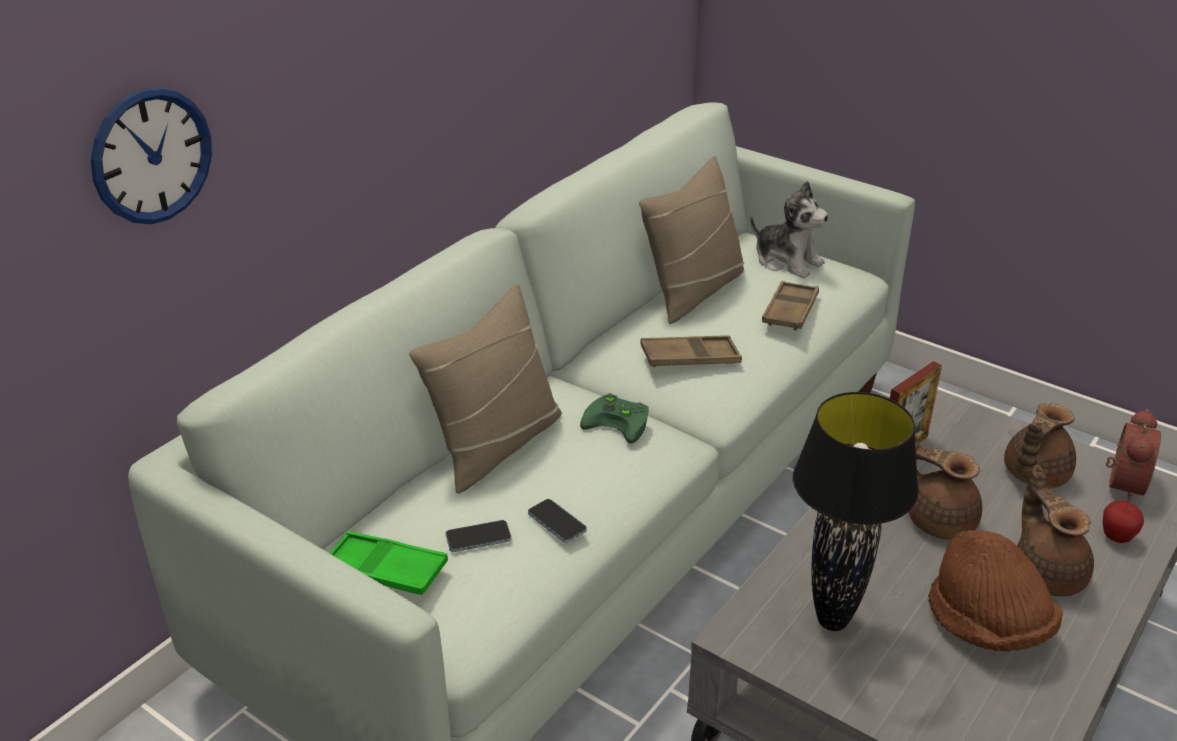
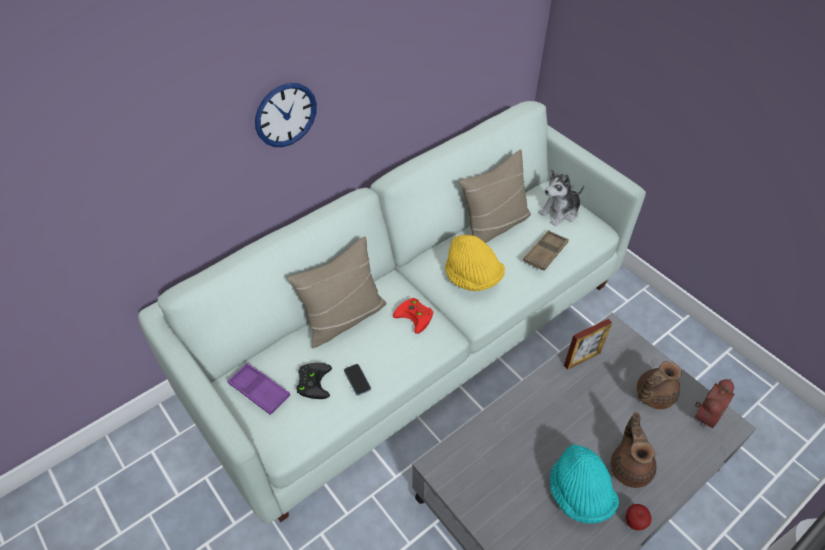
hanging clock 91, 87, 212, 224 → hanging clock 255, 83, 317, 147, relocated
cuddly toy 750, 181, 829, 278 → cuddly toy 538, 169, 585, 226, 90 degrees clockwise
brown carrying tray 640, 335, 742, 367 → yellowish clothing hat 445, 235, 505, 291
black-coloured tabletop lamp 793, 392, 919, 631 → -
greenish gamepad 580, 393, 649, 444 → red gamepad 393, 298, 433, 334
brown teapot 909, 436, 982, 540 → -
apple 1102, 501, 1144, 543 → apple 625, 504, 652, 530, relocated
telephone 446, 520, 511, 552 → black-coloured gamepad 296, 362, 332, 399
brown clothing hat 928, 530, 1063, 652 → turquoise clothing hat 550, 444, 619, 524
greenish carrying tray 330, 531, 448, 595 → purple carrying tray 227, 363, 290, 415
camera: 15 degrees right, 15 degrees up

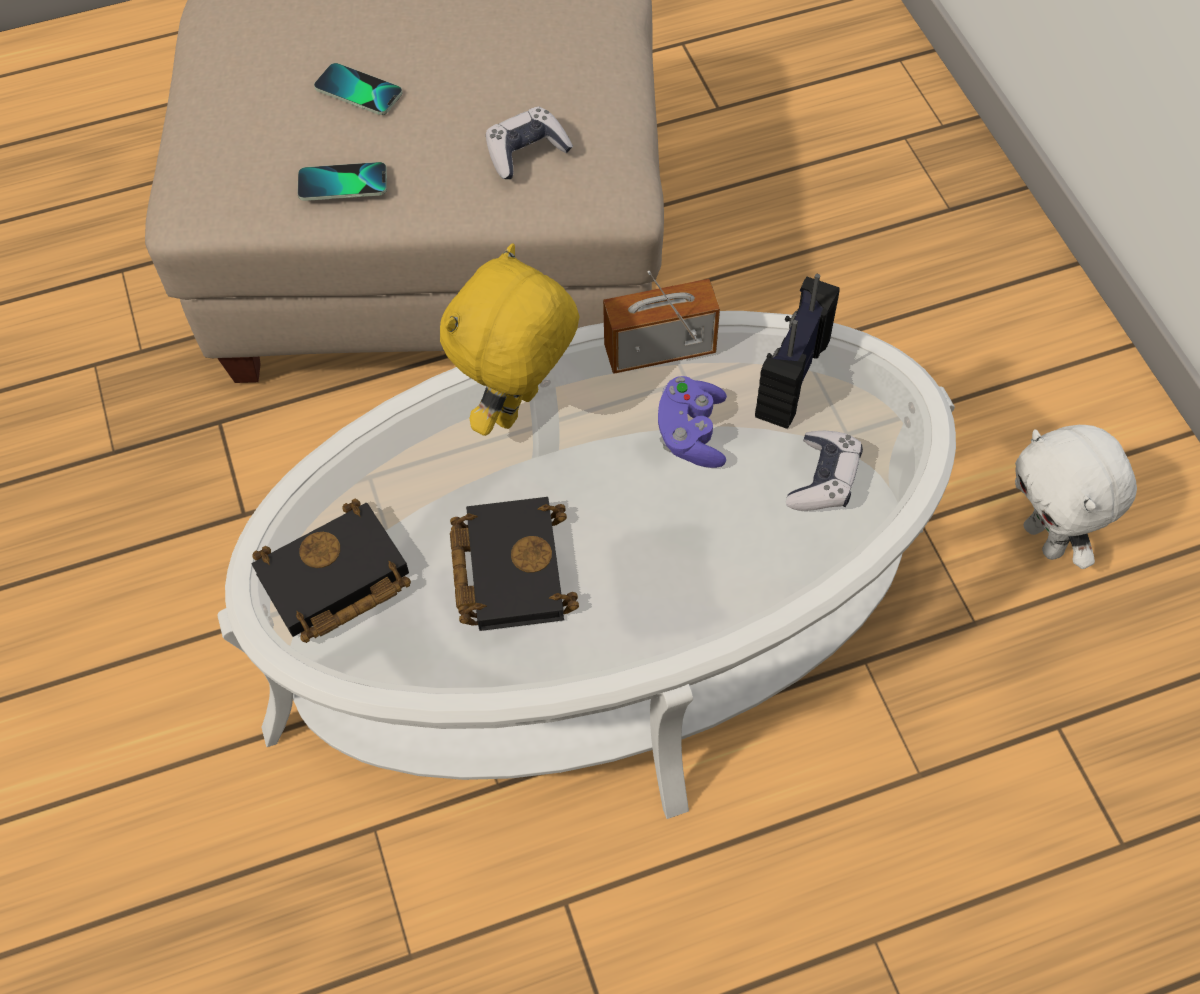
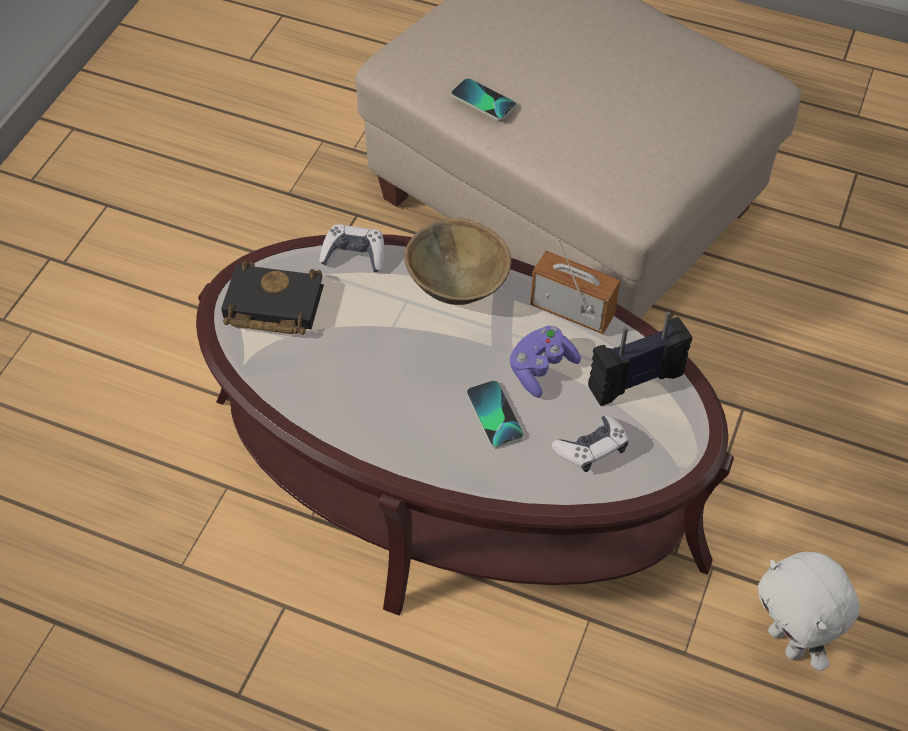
telephone 314, 63, 403, 115 → telephone 467, 380, 524, 448, relocated
gamepad 486, 107, 573, 179 → gamepad 319, 224, 385, 272, relocated
yellowish cuddly toy 440, 244, 580, 436 → brown serving bowl 405, 218, 511, 305
white lounge table 217, 311, 956, 819 → brown lounge table 196, 234, 734, 615
white cuddly toy 1015, 425, 1137, 569 → white cuddly toy 758, 552, 860, 671, 45 degrees counterclockwise
black-coloured book 450, 497, 579, 631 → -
camera: 40 degrees right, 5 degrees down

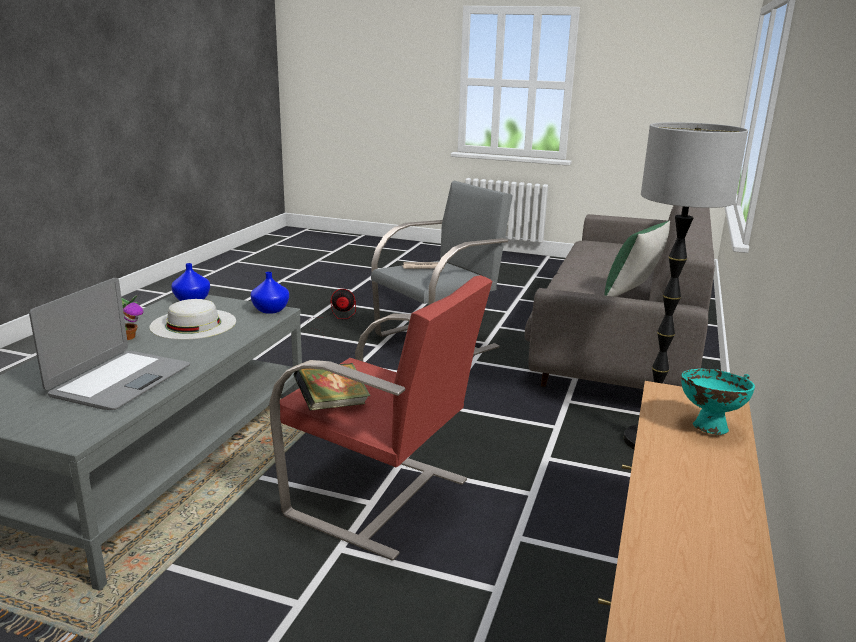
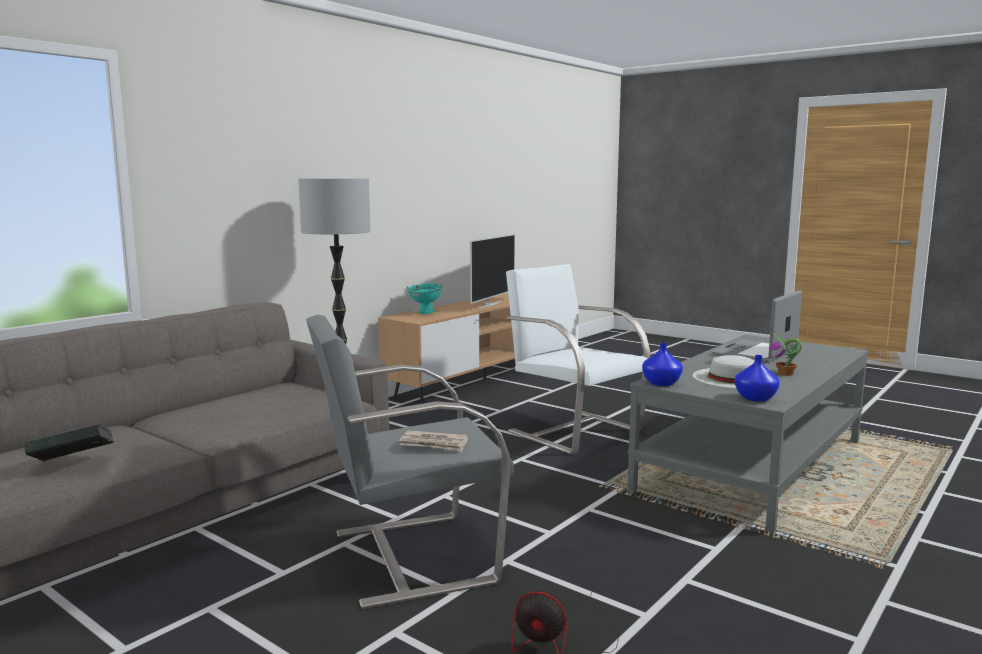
greenish throw pillow 604, 221, 670, 297 → -
red armchair 269, 275, 492, 561 → white armchair 506, 264, 650, 455
book 294, 363, 371, 410 → book 24, 424, 114, 461, relocated
- → TV 470, 234, 515, 309
camera: 160 degrees left, 10 degrees down

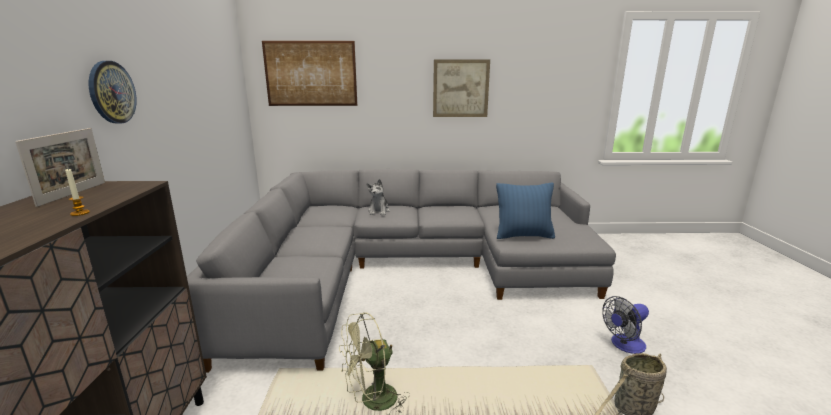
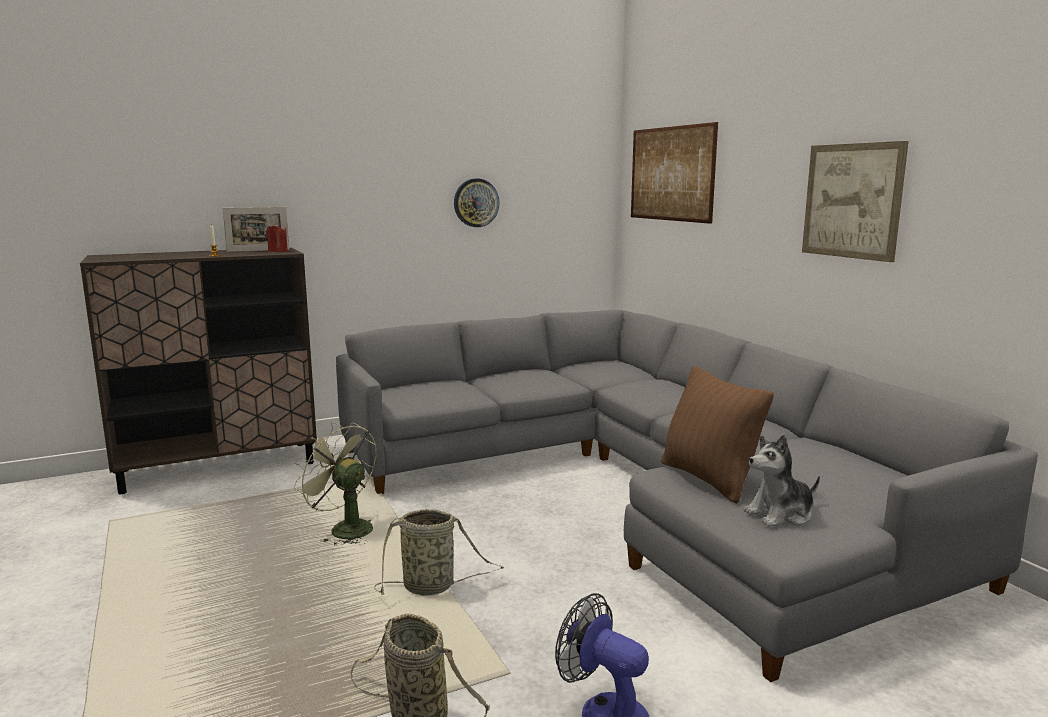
hanging clock 89, 61, 137, 124 → hanging clock 454, 179, 500, 227, relocated
cuddly toy 366, 179, 390, 215 → cuddly toy 744, 435, 820, 527, relocated
blue throw pillow 496, 183, 555, 239 → brown throw pillow 661, 366, 774, 503
- → red candle 266, 223, 288, 252
- → basket 374, 509, 504, 596
camera: 65 degrees right, 5 degrees down

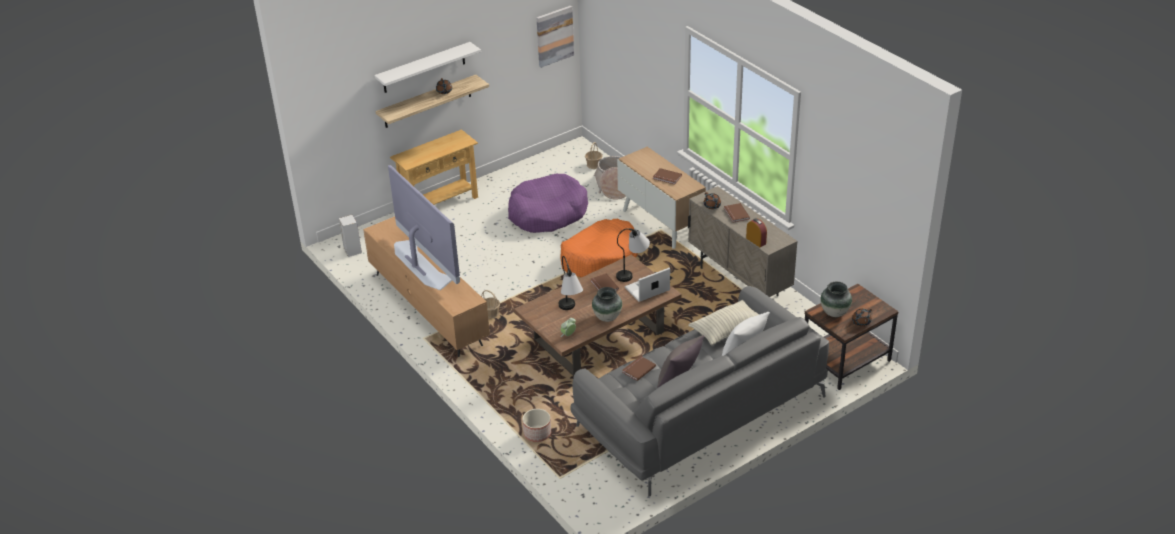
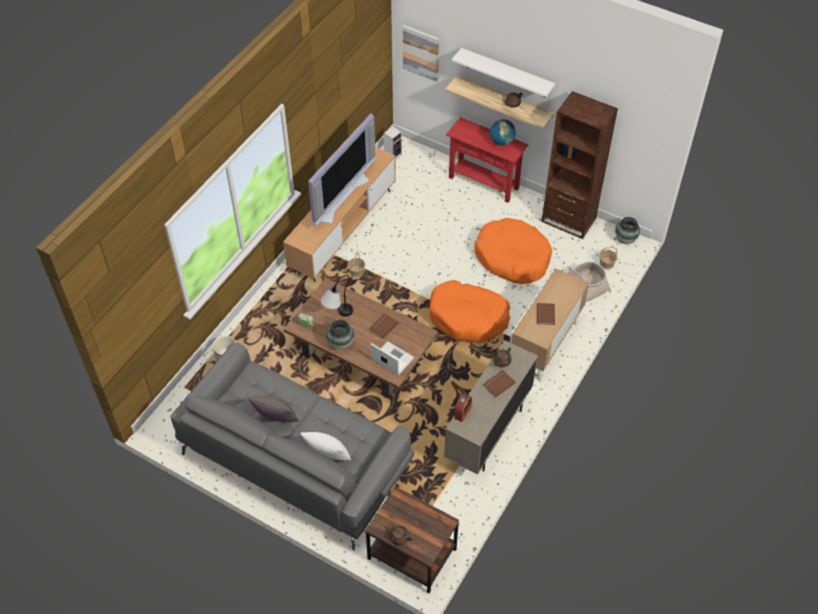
wall art 537, 6, 574, 68 → wall art 403, 25, 439, 82, relocated
sand-coloured narrow table 390, 129, 478, 205 → red narrow table 446, 117, 528, 203
purple dog cushion 508, 174, 588, 233 → orange-coloured dog cushion 474, 218, 552, 284
tabletop lamp 616, 228, 650, 282 → -
decorative vase 820, 282, 852, 317 → decorative vase 615, 217, 640, 244, relocated
throw pillow 688, 300, 759, 345 → -
brown book 622, 356, 656, 381 → -
- → brown bookshelf 541, 91, 618, 239
- → world globe 490, 119, 516, 146
camera: 65 degrees right, 15 degrees up

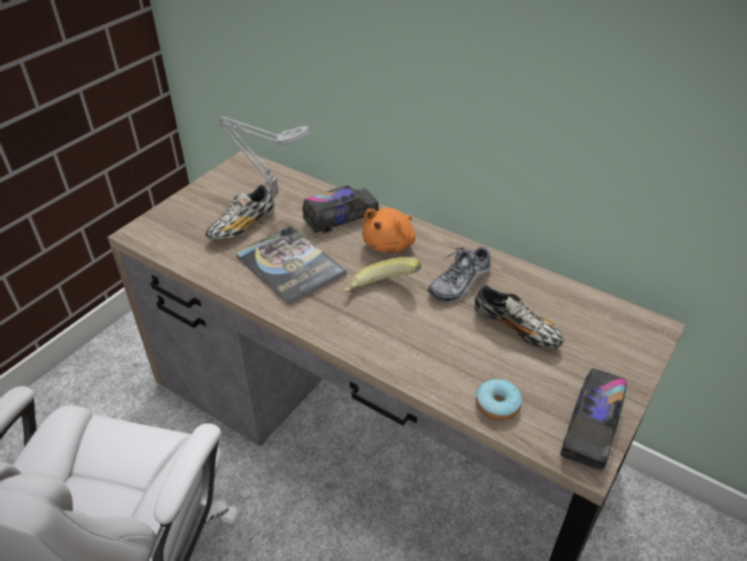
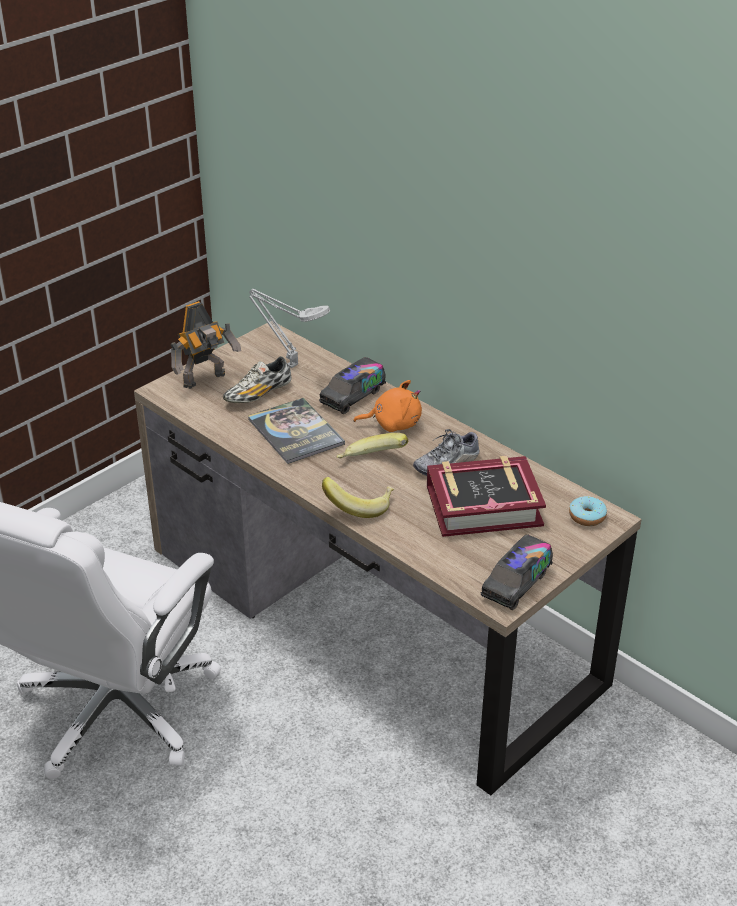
toy truck 302, 186, 379, 233 → toy truck 319, 357, 386, 414, 150 degrees clockwise
orange-coloured cuddly toy 362, 208, 416, 253 → orange-coloured cuddly toy 353, 380, 422, 432, 135 degrees counterclockwise
item of footwear 475, 285, 564, 349 → book 427, 456, 546, 537
ring doughnut 476, 379, 522, 420 → ring doughnut 569, 496, 607, 526, relocated
- → toy robot 170, 301, 241, 389
- → whole banana 322, 477, 394, 518
camera: 10 degrees right, 5 degrees down

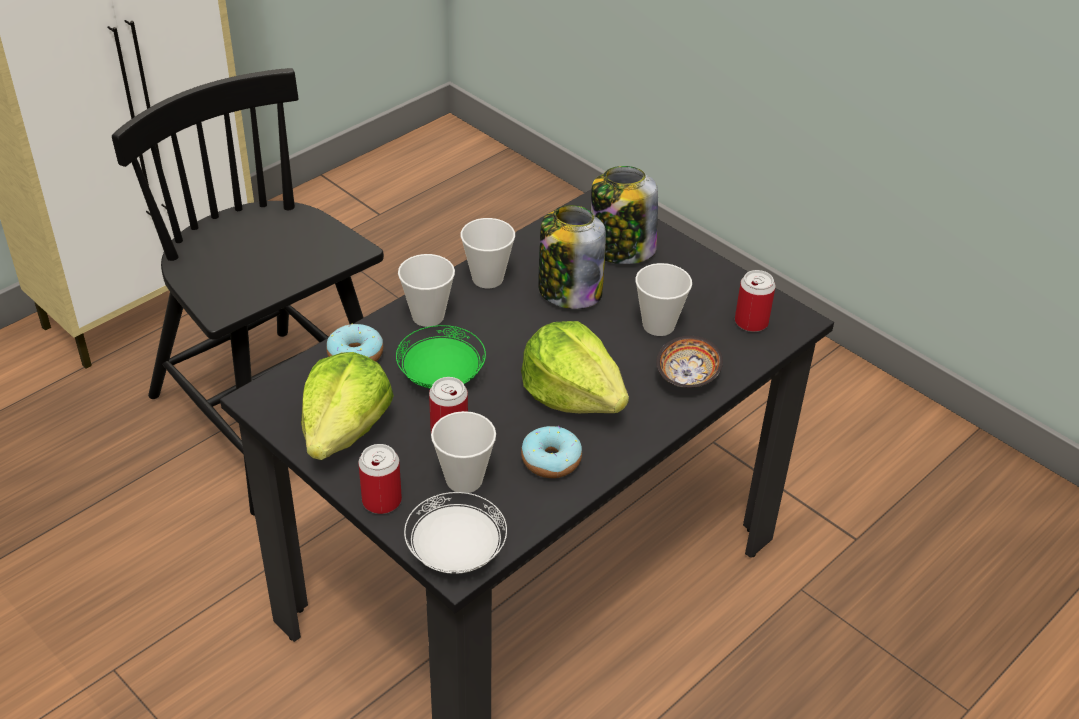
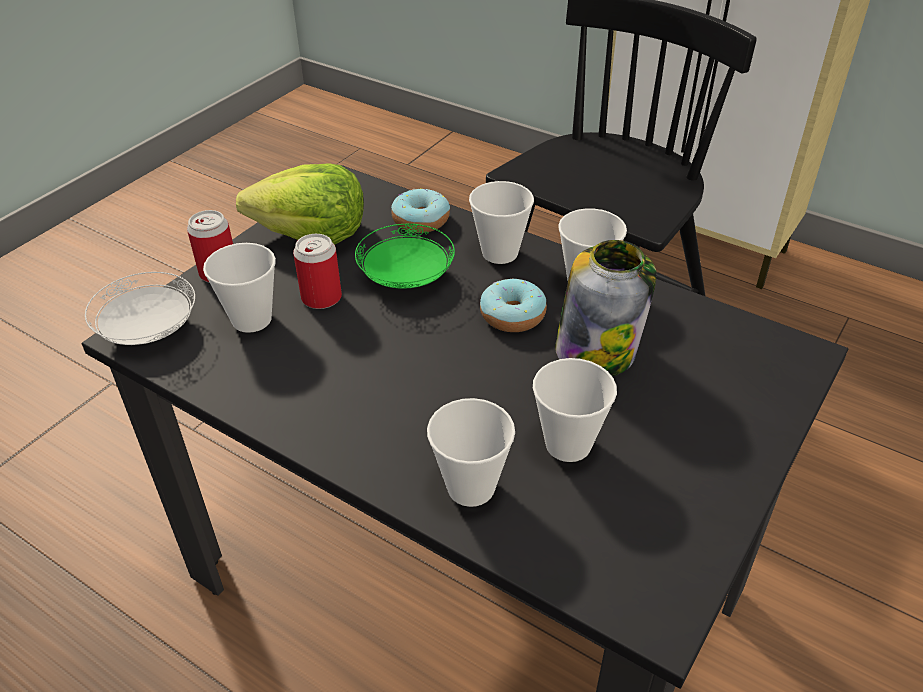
preserve jar 591, 166, 658, 264 → -
metal can 735, 270, 776, 332 → -
lettuce head 521, 321, 629, 413 → -
serving bowl 656, 336, 723, 388 → small cup 427, 398, 515, 507
ring doughnut 521, 426, 582, 478 → ring doughnut 480, 278, 547, 332, relocated
camera: 80 degrees right, 0 degrees up

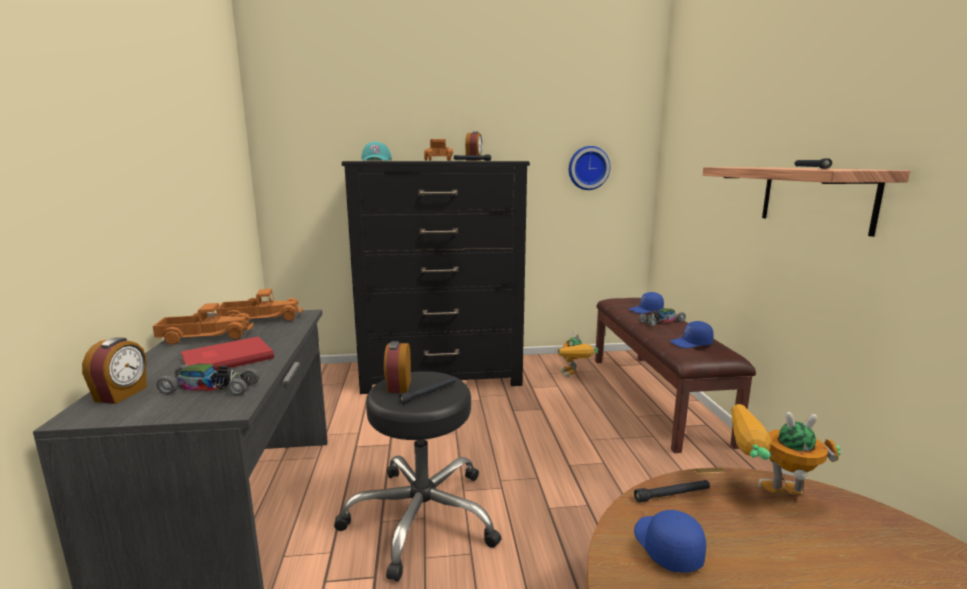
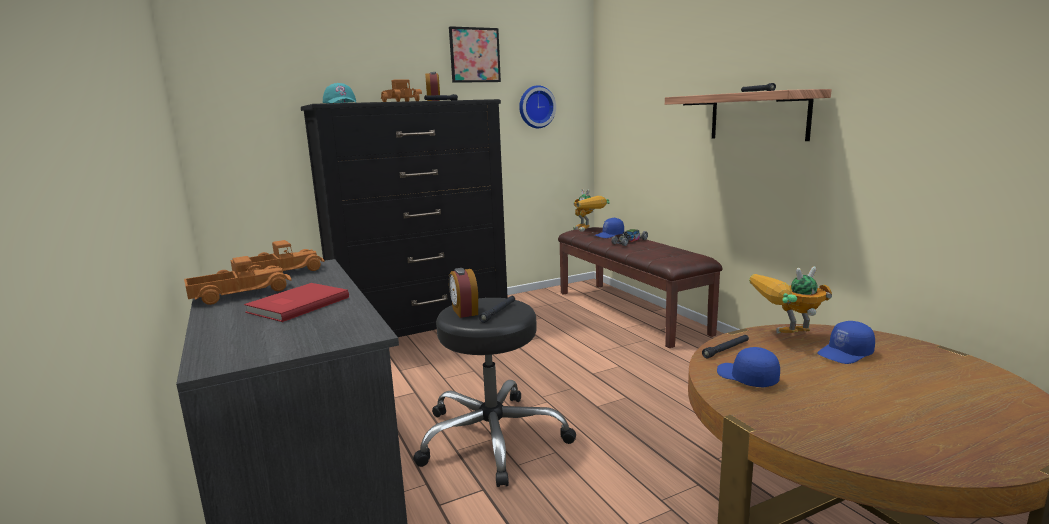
blue cap 670, 321, 714, 348 → blue cap 817, 321, 875, 364, relocated
toy robot 558, 331, 599, 377 → toy robot 573, 189, 610, 232, relocated
table clock 82, 338, 147, 404 → -
model car 156, 364, 259, 396 → -
- → wall art 449, 26, 501, 83
camera: 20 degrees left, 0 degrees up

